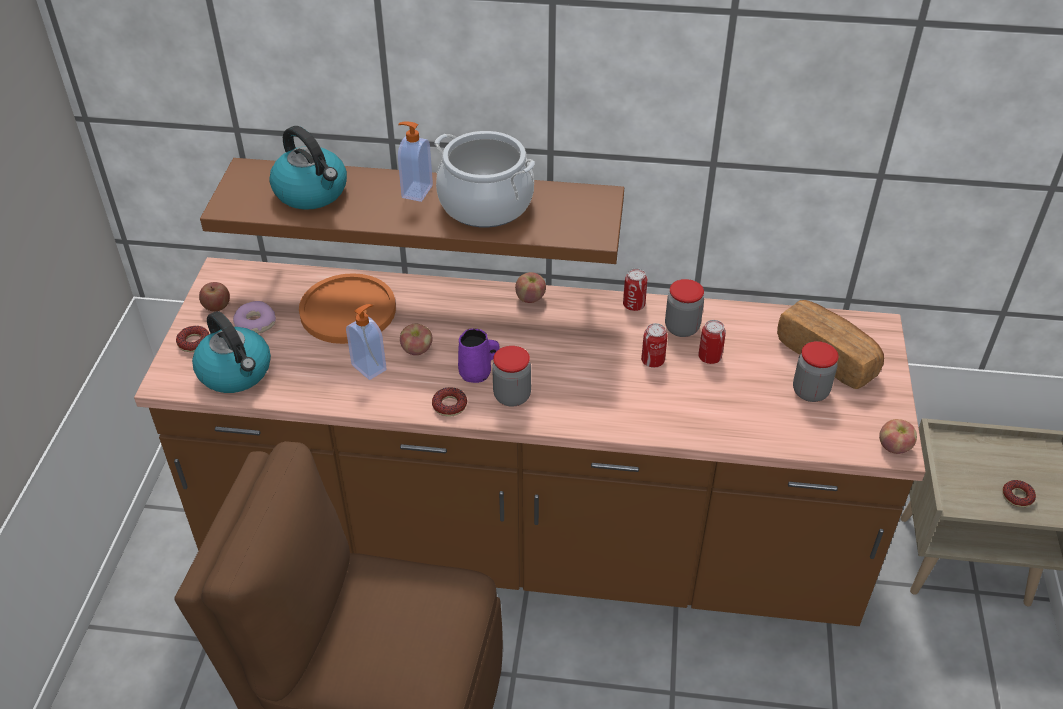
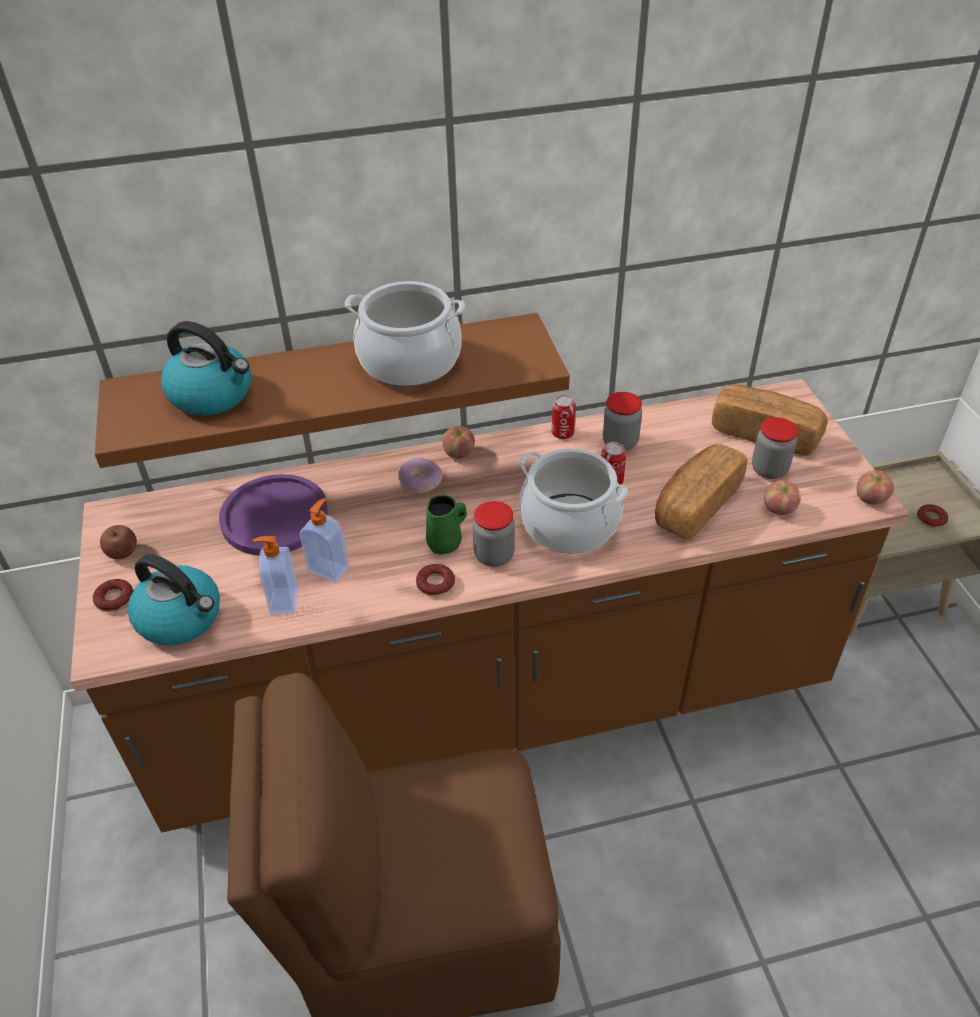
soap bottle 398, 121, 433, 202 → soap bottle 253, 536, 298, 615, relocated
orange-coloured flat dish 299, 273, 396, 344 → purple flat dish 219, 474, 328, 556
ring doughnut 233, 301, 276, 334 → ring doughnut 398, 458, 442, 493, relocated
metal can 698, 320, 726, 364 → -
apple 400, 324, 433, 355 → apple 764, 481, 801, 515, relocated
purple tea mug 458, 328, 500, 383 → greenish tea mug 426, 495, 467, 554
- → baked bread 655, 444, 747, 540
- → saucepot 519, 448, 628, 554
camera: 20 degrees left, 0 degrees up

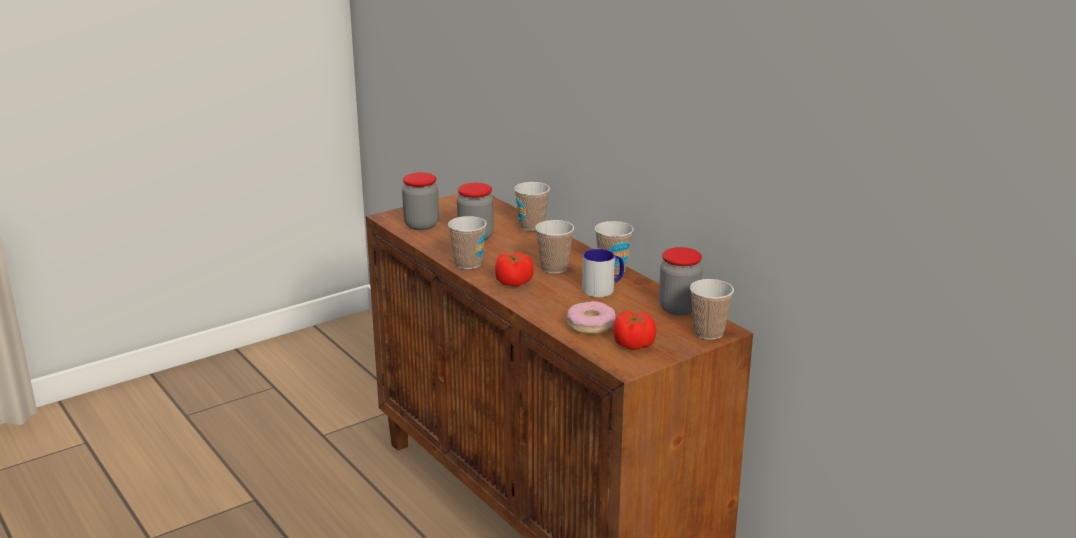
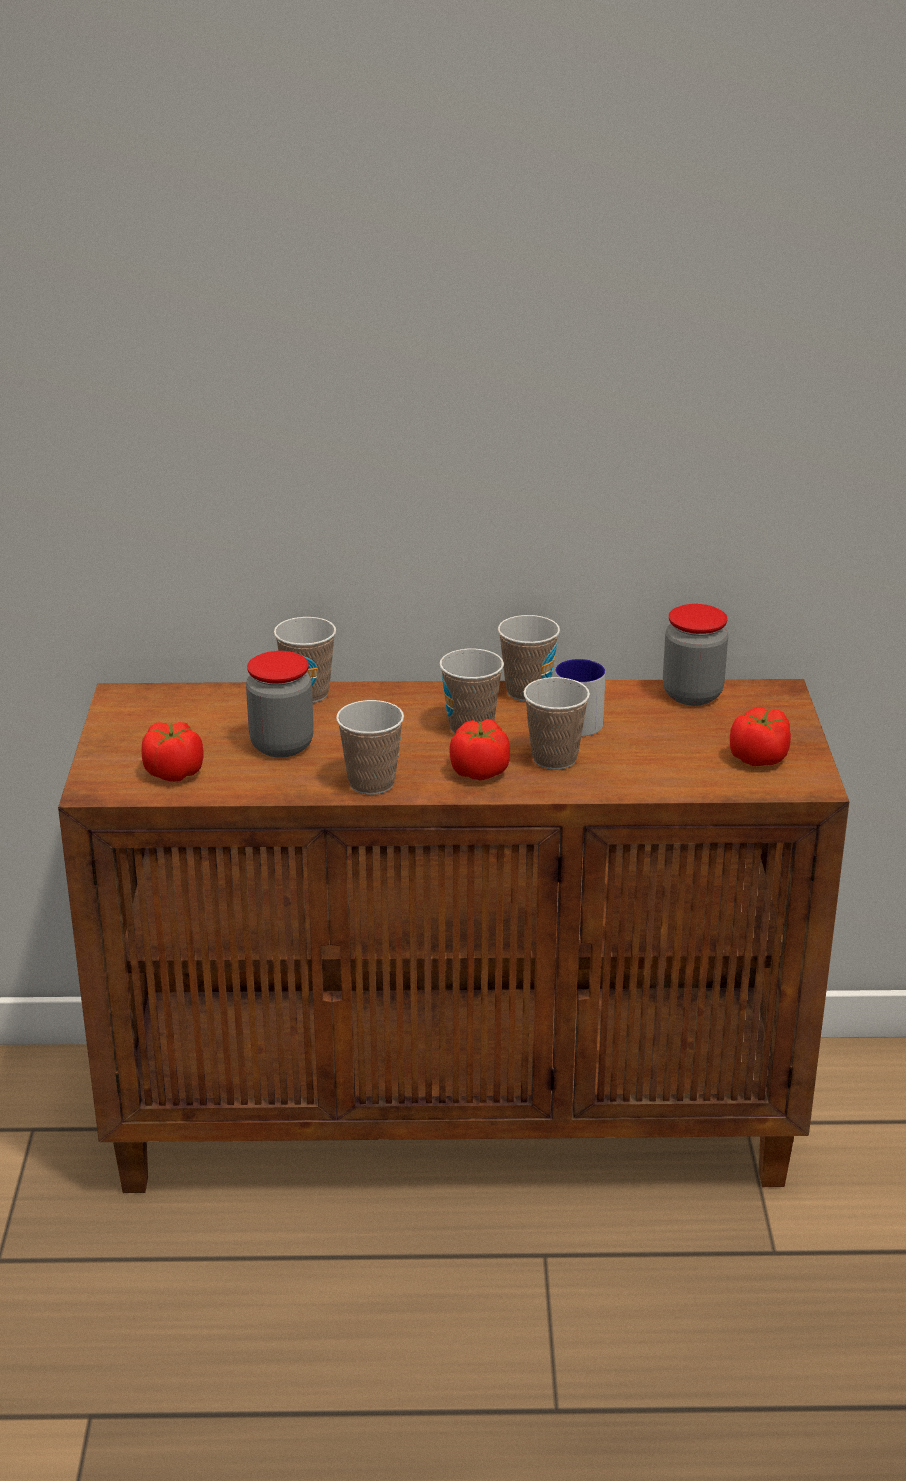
preserve jar 402, 172, 439, 230 → whole tomato 142, 722, 204, 782
small cup 690, 279, 734, 340 → small cup 523, 677, 590, 770, relocated
ring doughnut 567, 301, 616, 334 → -
camera: 55 degrees left, 5 degrees up

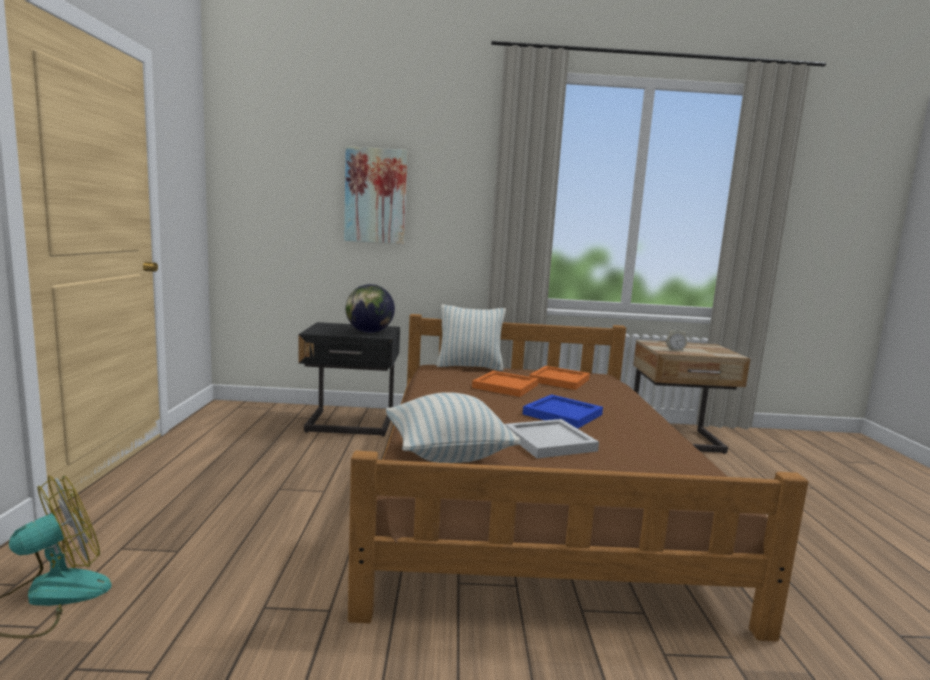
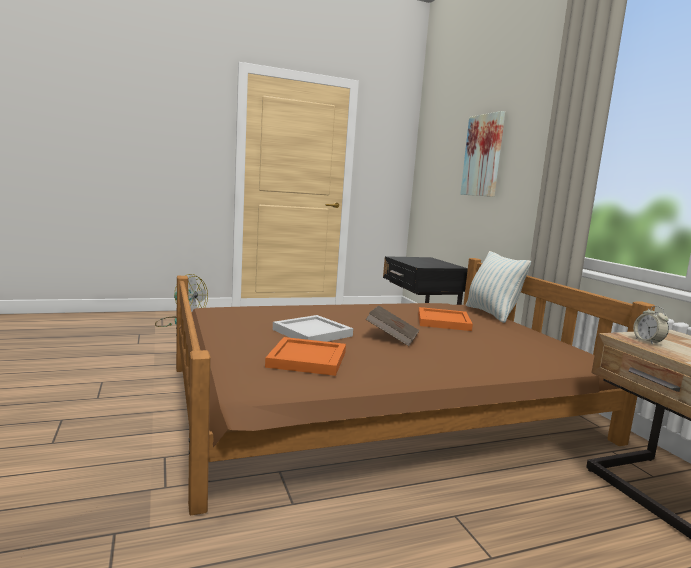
world globe 345, 284, 395, 333 → -
orange-coloured carrying tray 529, 366, 590, 390 → orange-coloured carrying tray 265, 337, 346, 376, relocated
throw pillow 386, 392, 520, 463 → -
blue carrying tray 523, 394, 603, 429 → brown book 365, 305, 419, 346
camera: 70 degrees right, 0 degrees up

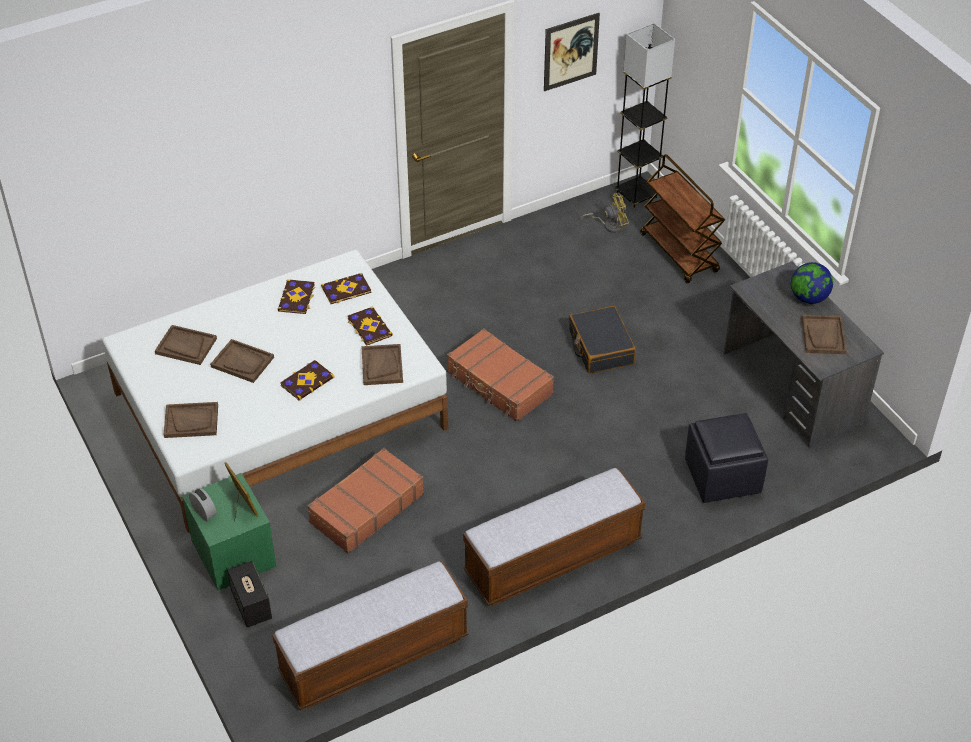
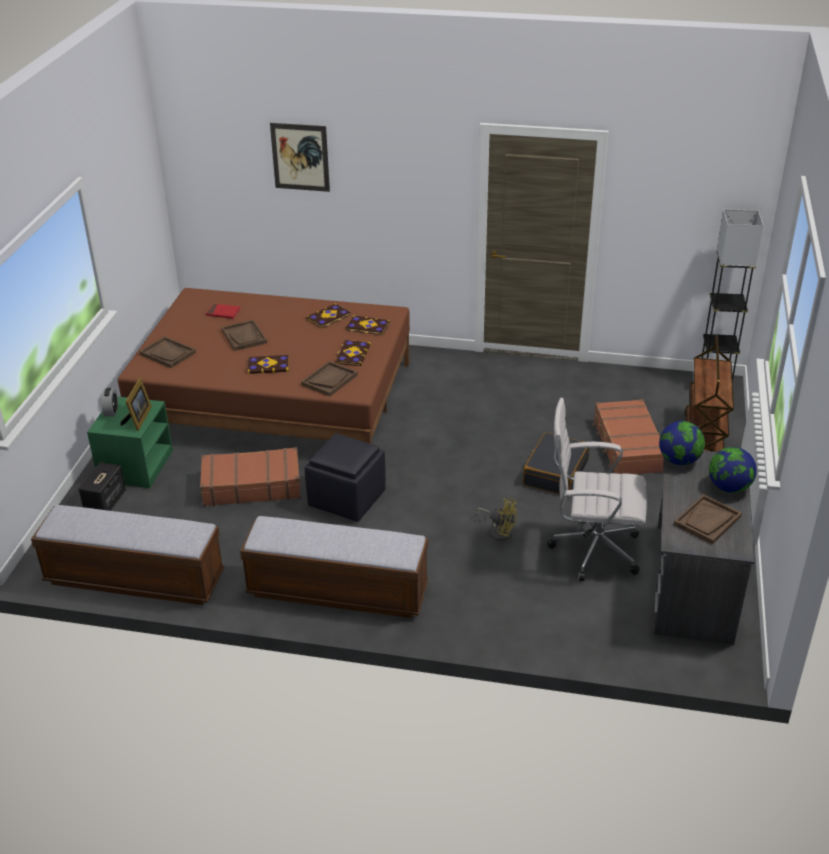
wall art 544, 13, 600, 91 → wall art 270, 123, 330, 192, relocated
yellowish electric fan 581, 193, 629, 233 → yellowish electric fan 476, 498, 517, 541, relocated
white bedroom bed 102, 250, 448, 533 → brown bedroom bed 118, 288, 410, 444
brown carrying tray 155, 325, 217, 365 → red book 206, 304, 240, 319
brown piece of luggage 447, 328, 554, 422 → brown piece of luggage 592, 399, 664, 474, relocated
black-coloured footrest 685, 413, 768, 503 → black-coloured footrest 305, 433, 386, 522, relocated
- → white computer chair 547, 398, 647, 581
- → world globe 659, 421, 705, 465
camera: 40 degrees right, 10 degrees down

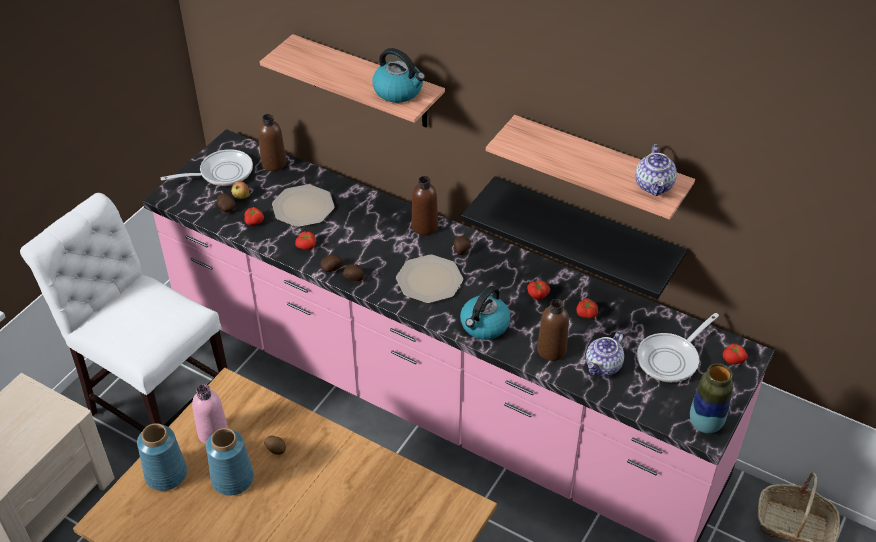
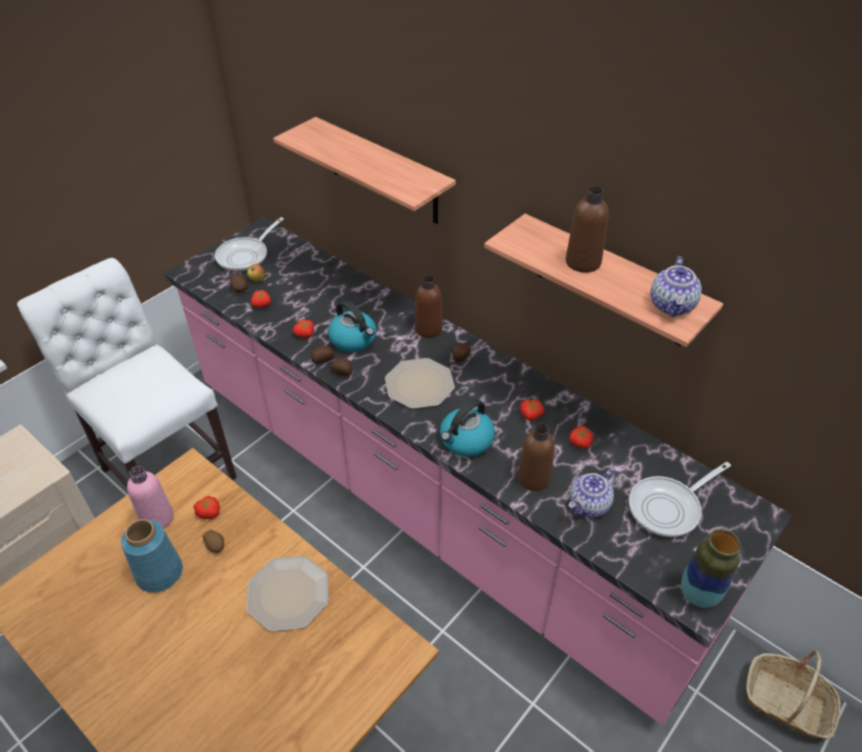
tea kettle 372, 48, 425, 103 → tea kettle 328, 300, 377, 352, relocated
brown bottle 258, 114, 286, 171 → brown bottle 566, 186, 609, 273, relocated
pan 161, 149, 253, 186 → pan 215, 217, 284, 271, 135 degrees clockwise
black-coloured bracket shelf 461, 176, 687, 299 → -
flat dish 272, 184, 335, 227 → flat dish 246, 556, 329, 632, relocated
whole tomato 723, 344, 748, 365 → whole tomato 194, 496, 220, 519, relocated
blue decorative vase 137, 423, 187, 491 → -
camera: 10 degrees right, 0 degrees up

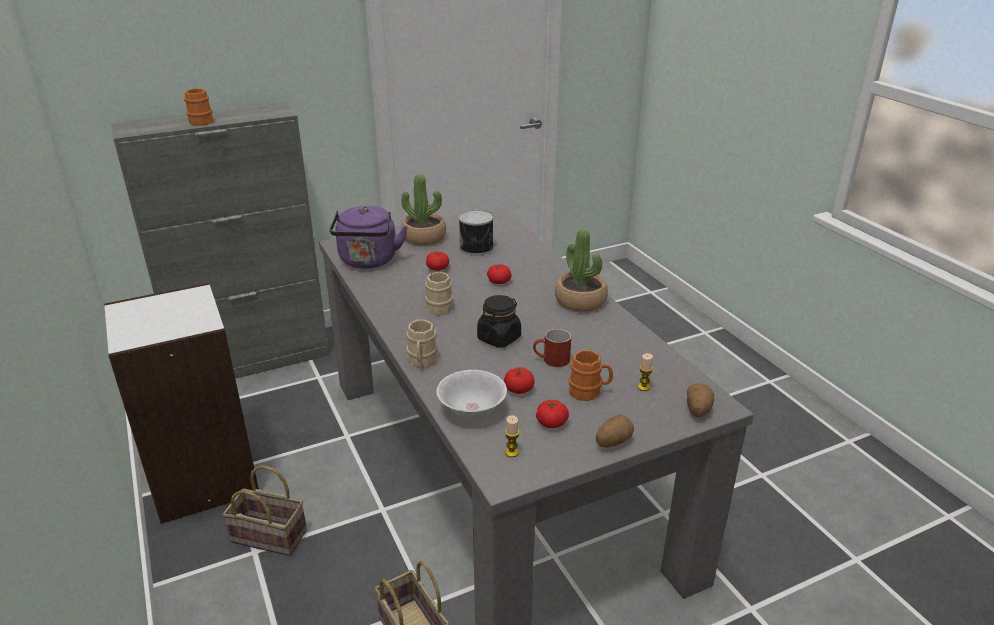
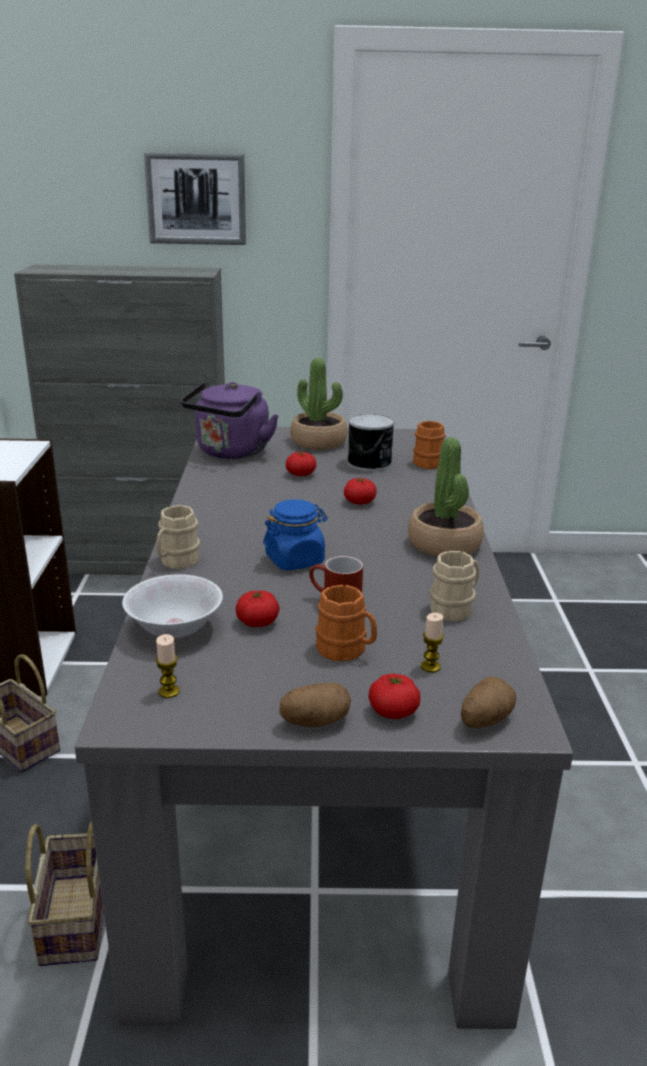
orange-coloured tea mug 184, 88, 213, 126 → orange-coloured tea mug 413, 421, 445, 469, relocated
sand-coloured tea mug 425, 272, 453, 315 → sand-coloured tea mug 429, 551, 479, 621, relocated
black-coloured preserve jar 477, 295, 521, 348 → blue preserve jar 263, 499, 328, 570
whole tomato 536, 400, 569, 428 → whole tomato 369, 674, 420, 719, relocated
- → wall art 144, 152, 246, 245
camera: 25 degrees right, 5 degrees down

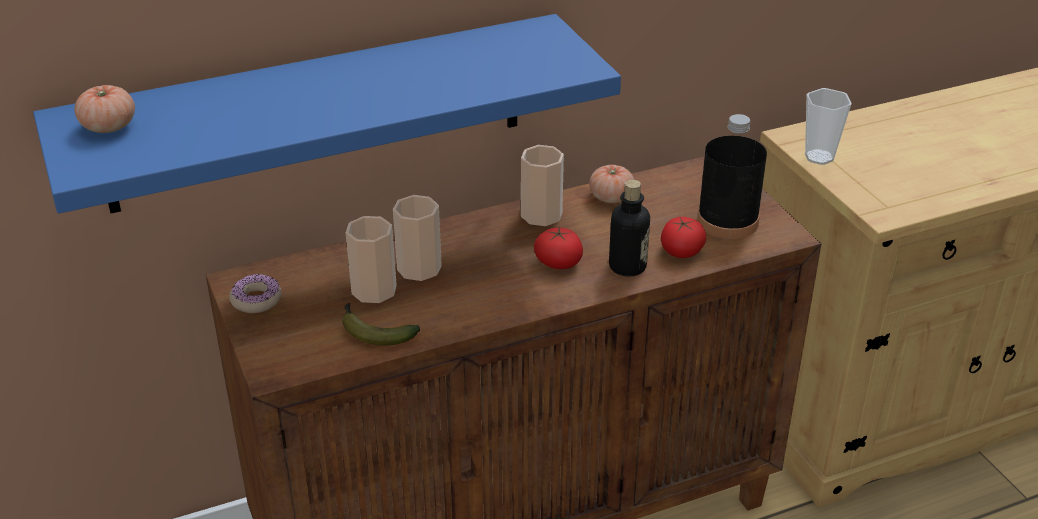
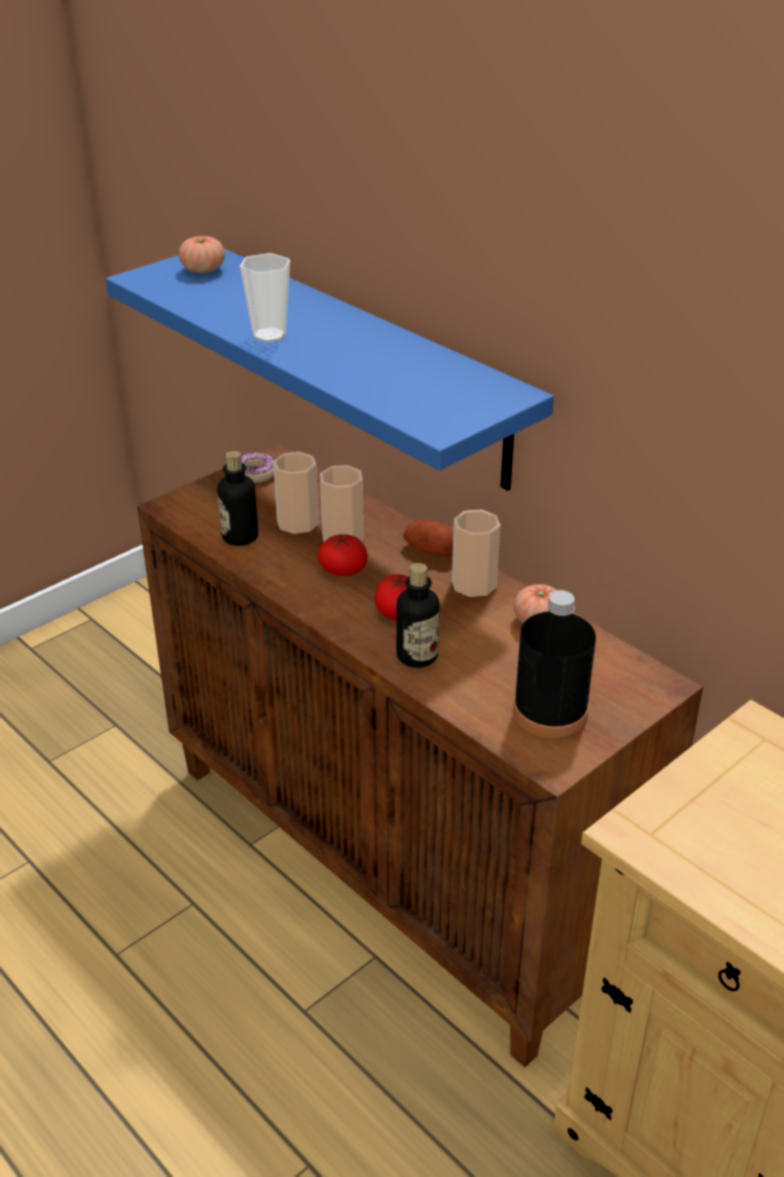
small cup 805, 88, 852, 165 → small cup 240, 253, 290, 343, relocated
whole tomato 661, 217, 706, 258 → whole tomato 318, 534, 368, 576, relocated
whole banana 342, 303, 420, 346 → bottle 217, 451, 258, 546
- → spud 403, 520, 454, 557
camera: 70 degrees right, 0 degrees up

